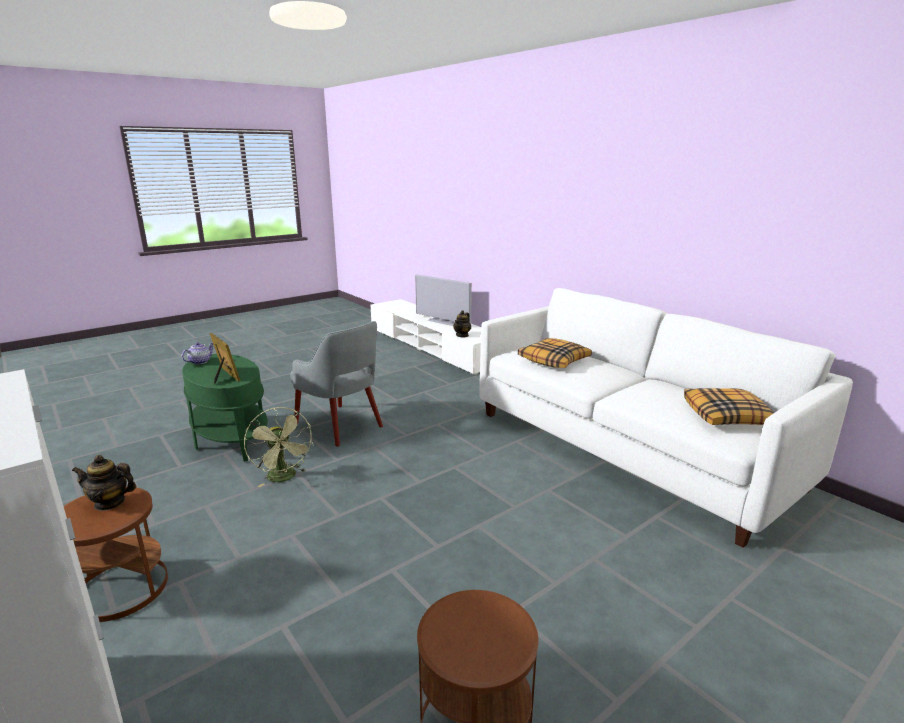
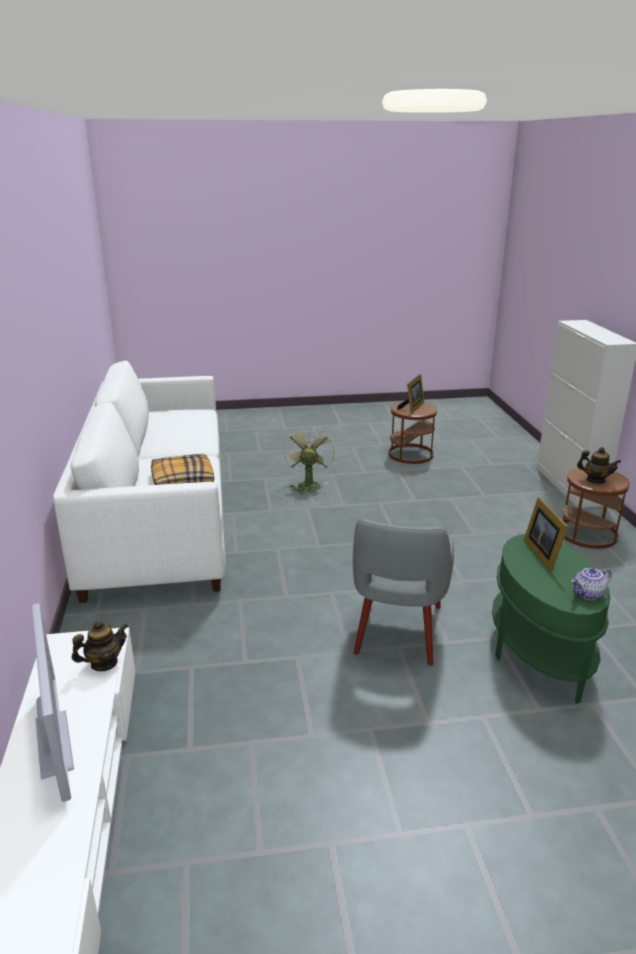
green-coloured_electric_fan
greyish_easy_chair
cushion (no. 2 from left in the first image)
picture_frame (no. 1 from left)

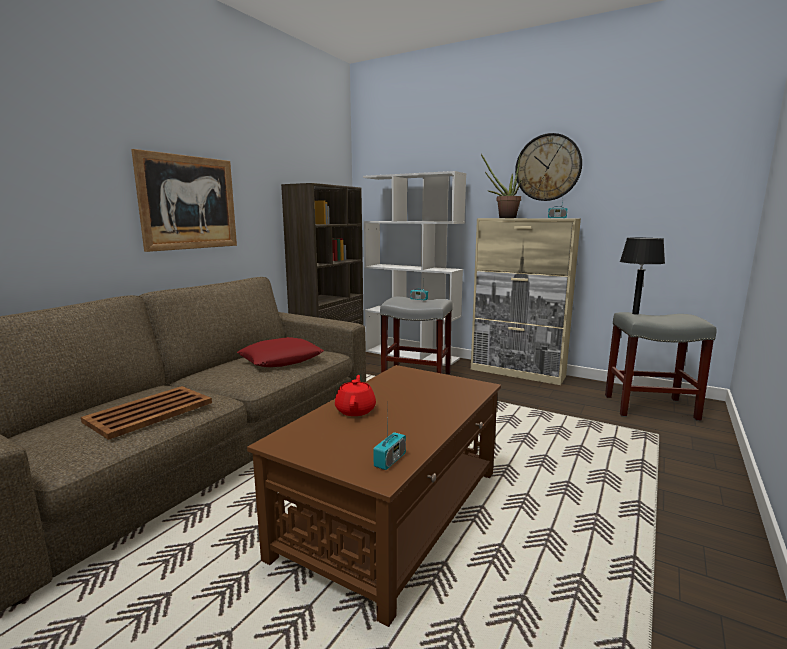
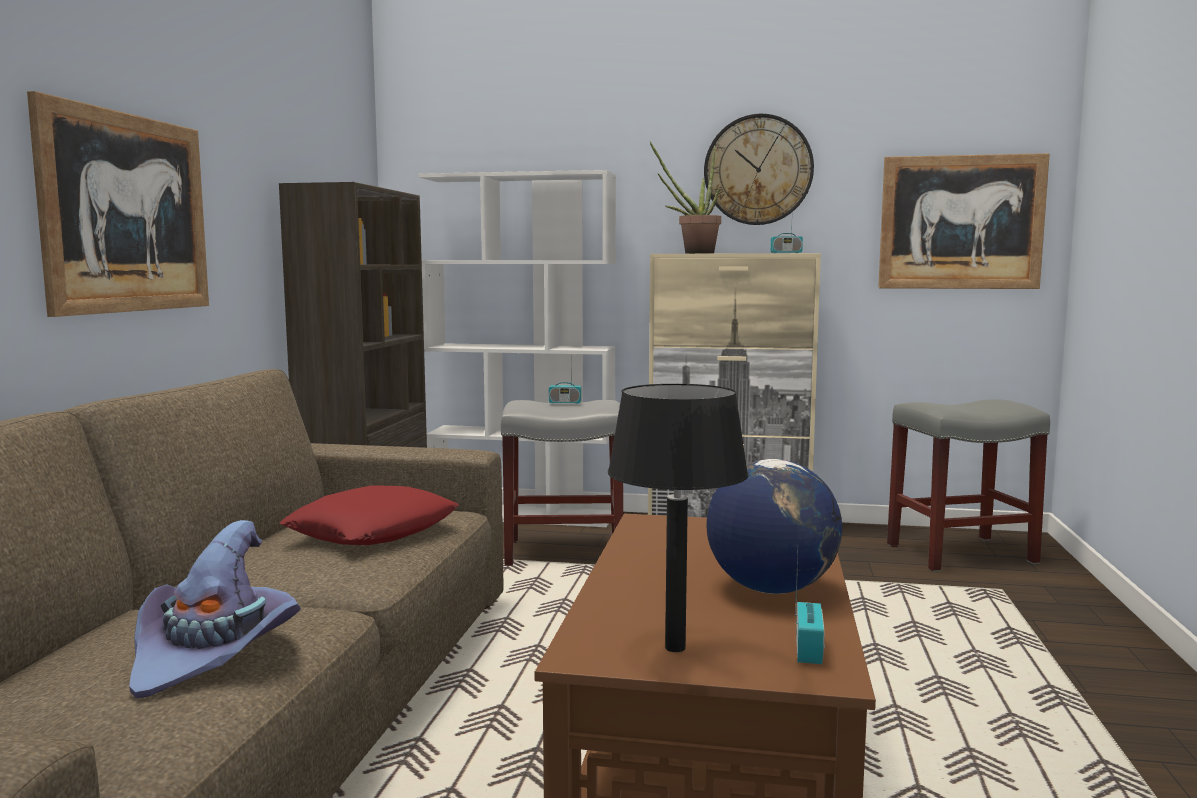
purple_hat
reddish_pot_for_tea
black_tabletop_lamp
world_globe
picture (no. 2 from left)

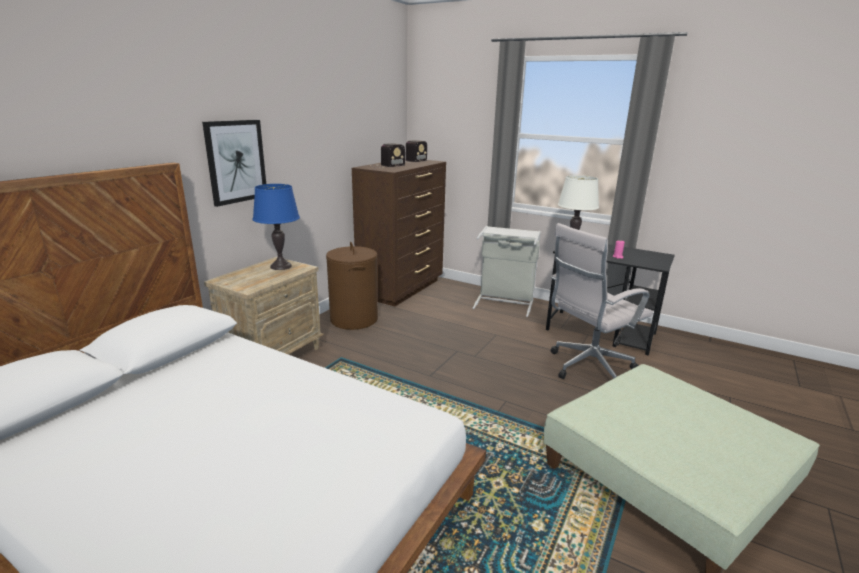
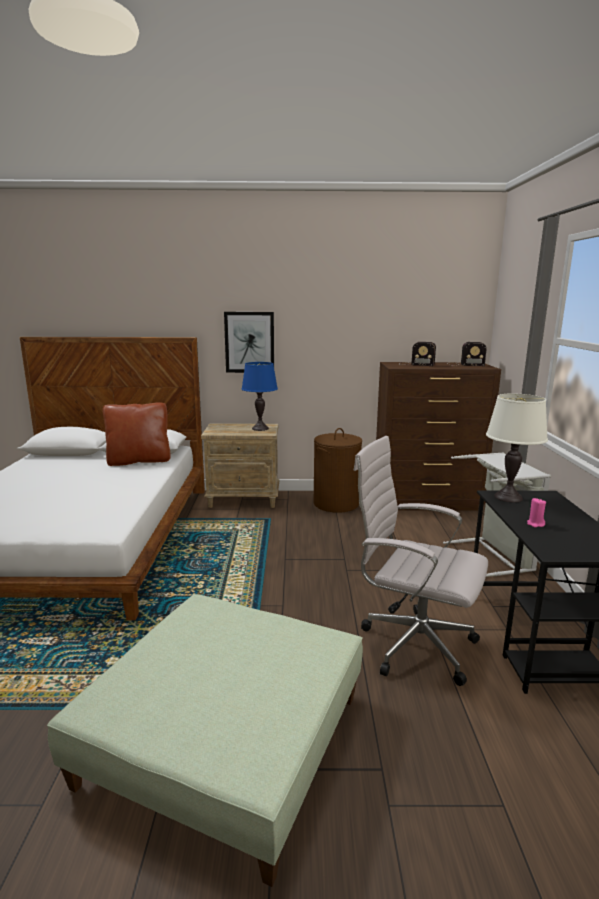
brownish_cushion

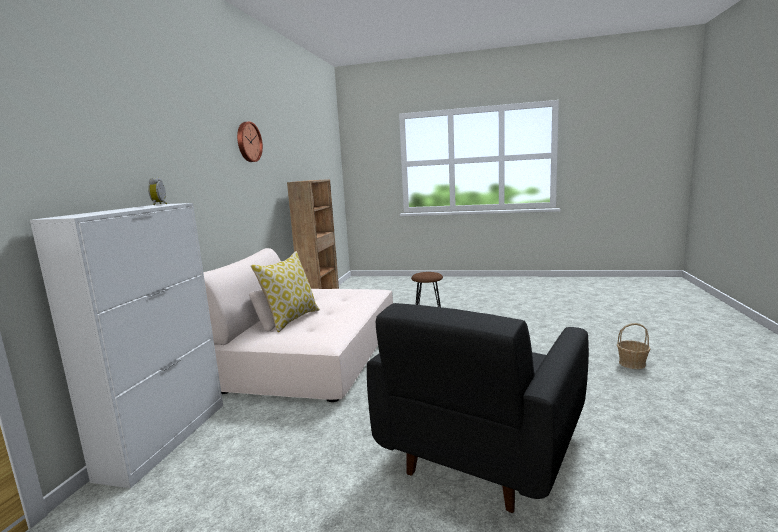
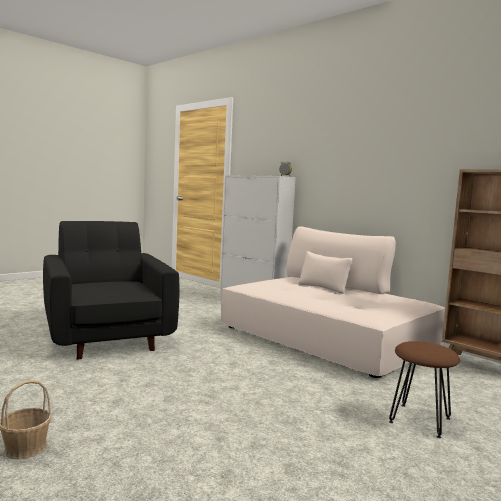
hanging_clock
cushion

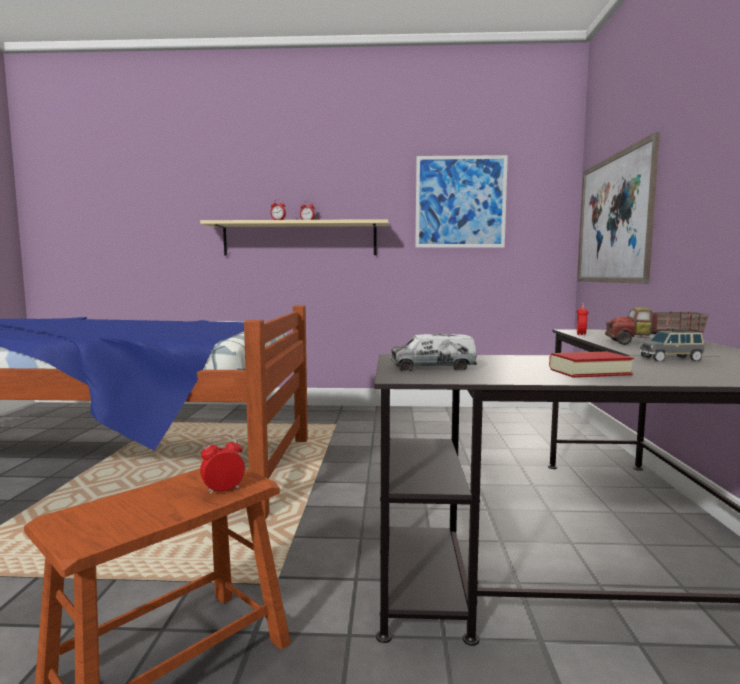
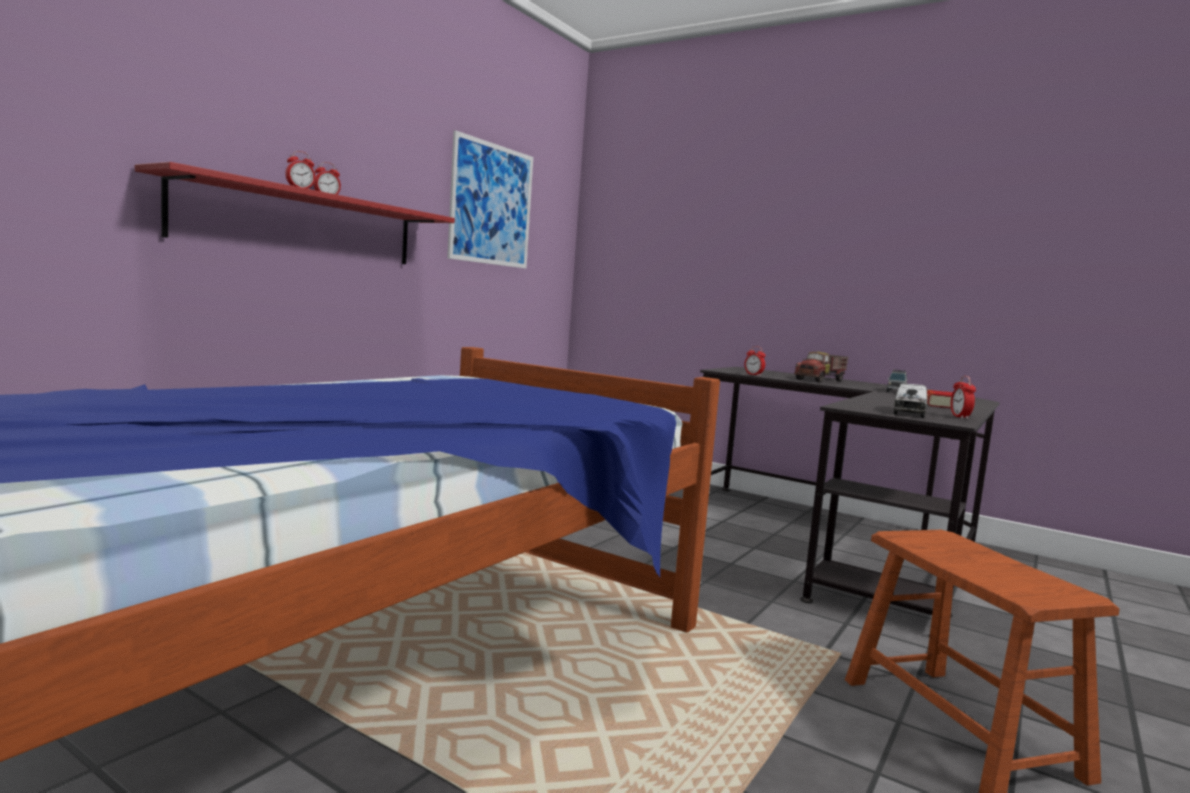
reddish_wall_shelf
table_clock (no. 4 from left)
picture (no. 2 from left in the first image)

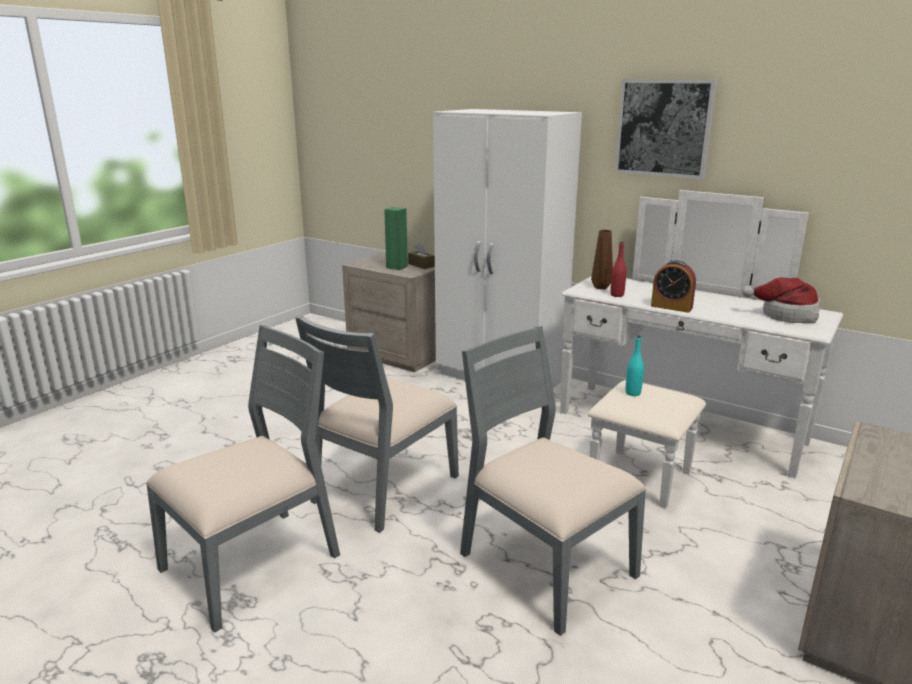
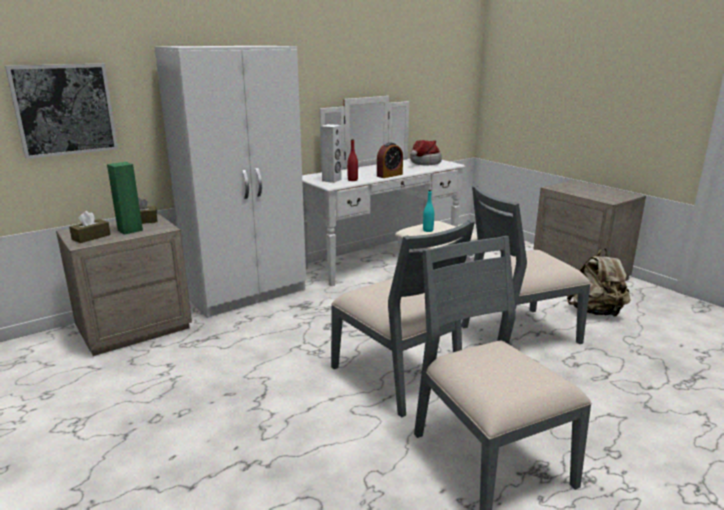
white_speaker
picture
brownish_box_of_tissues (no. 1 from left)
beige-coloured_rucksack

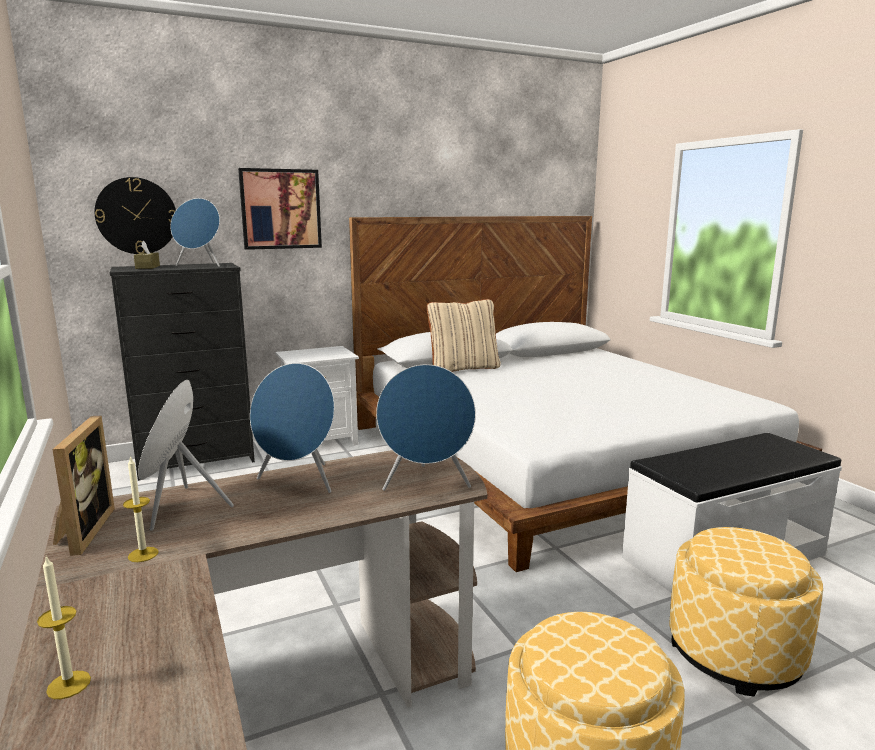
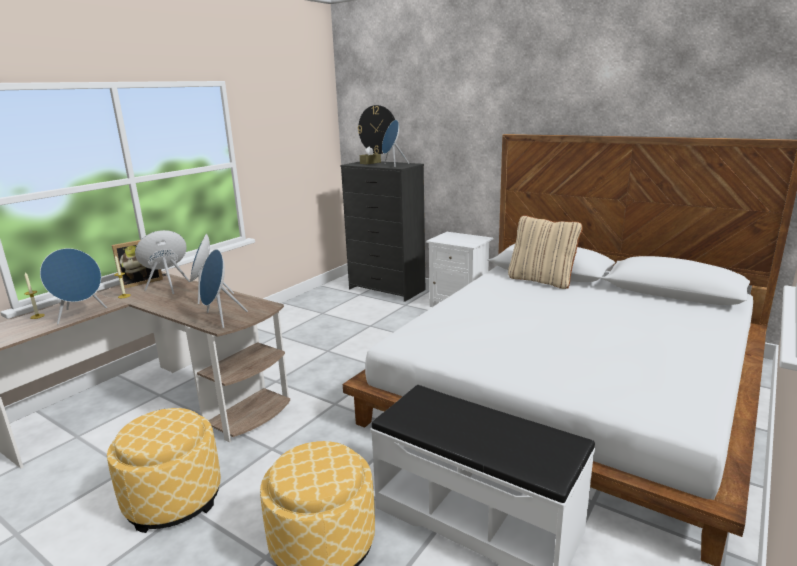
picture
blue_speaker (no. 1 from left)

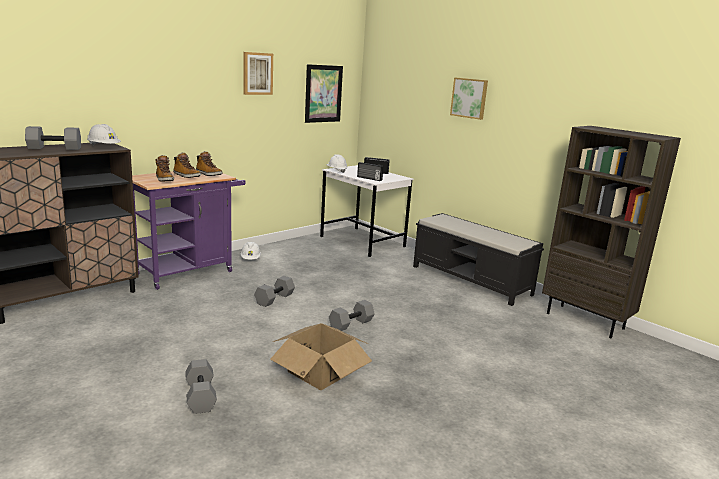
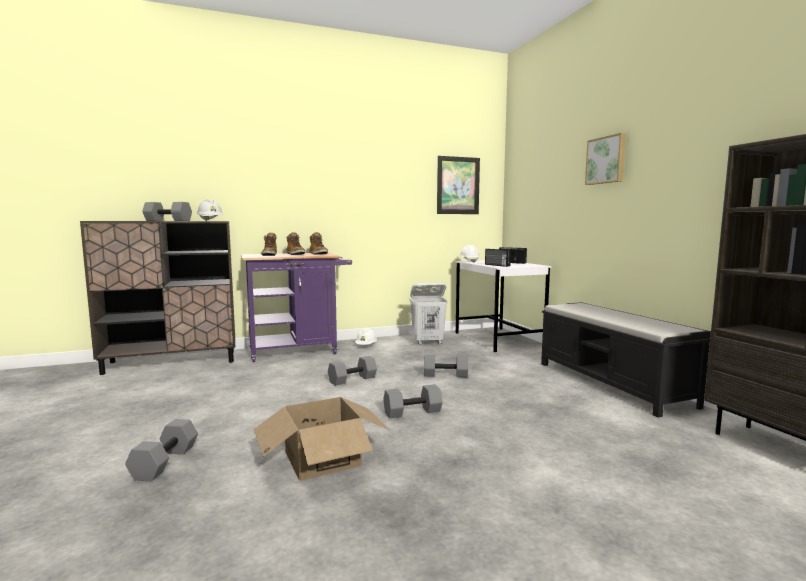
picture (no. 1 from left in the first image)
white_hamper
greyish_hand_weight (no. 5 from left)

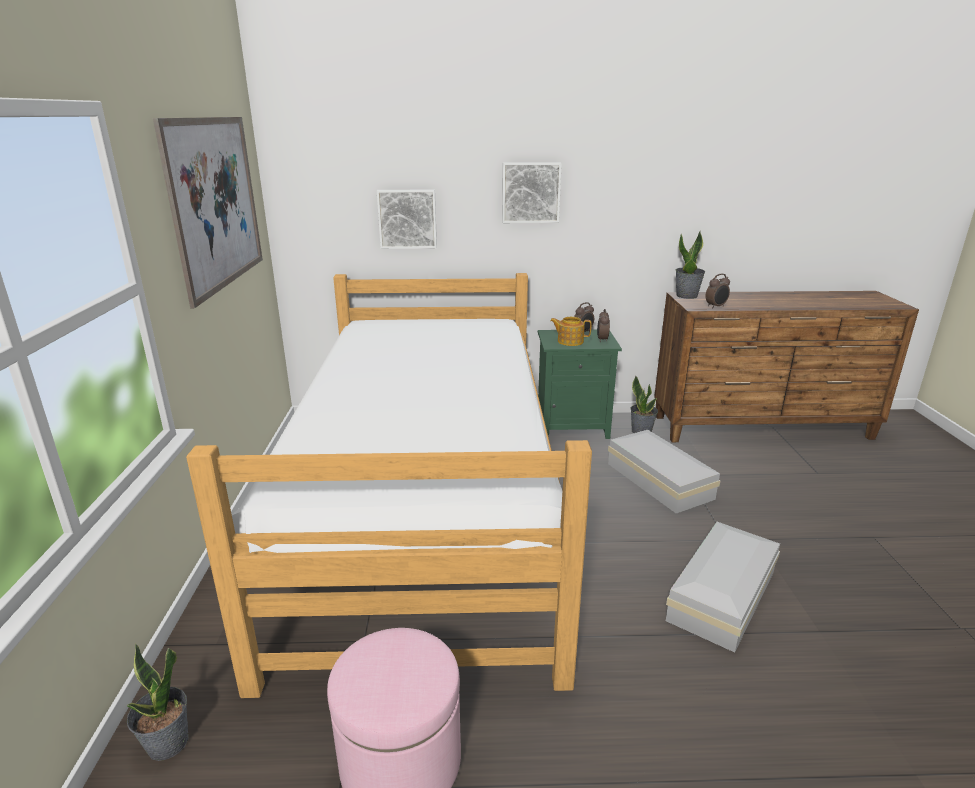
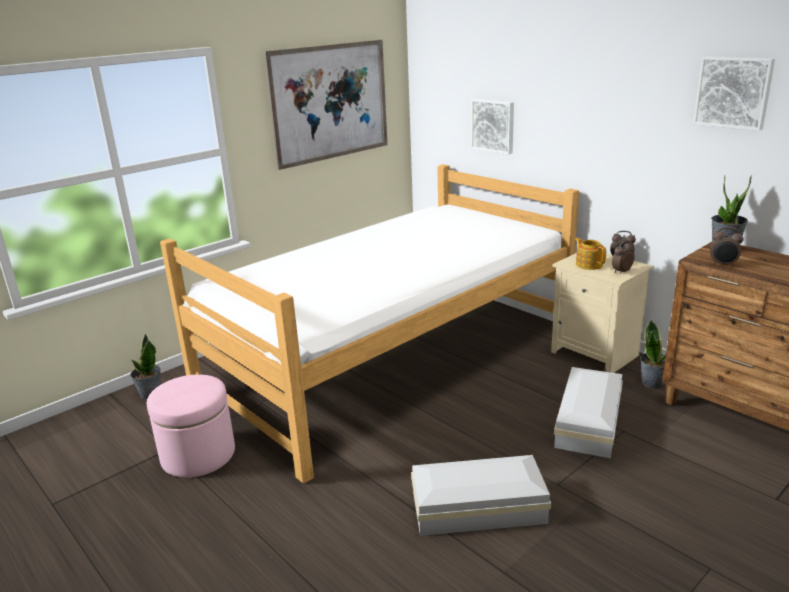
picture (no. 3 from left)
beige-coloured_night_table

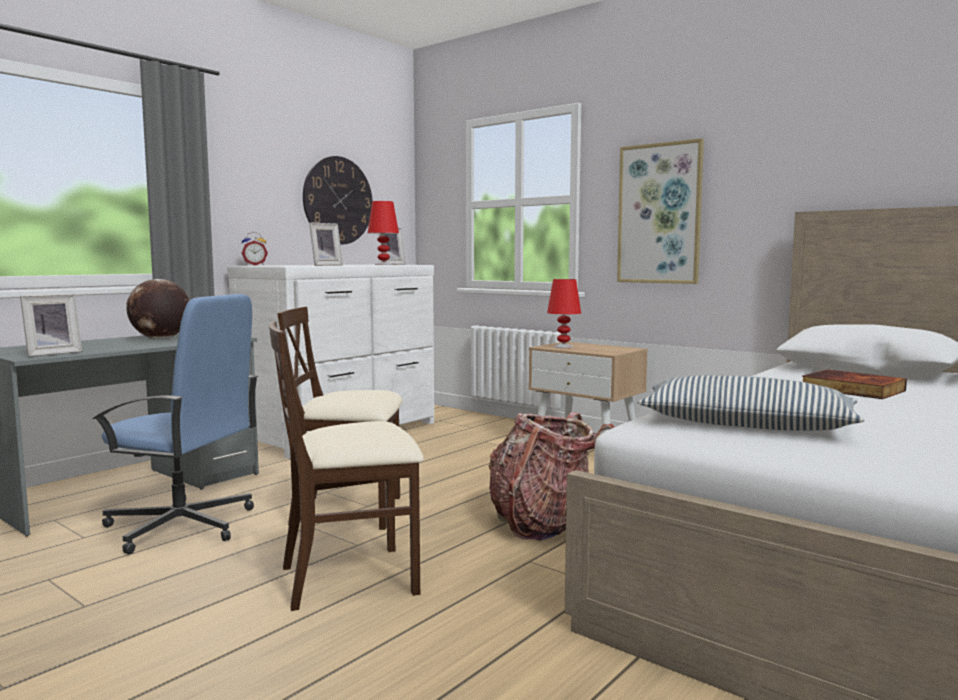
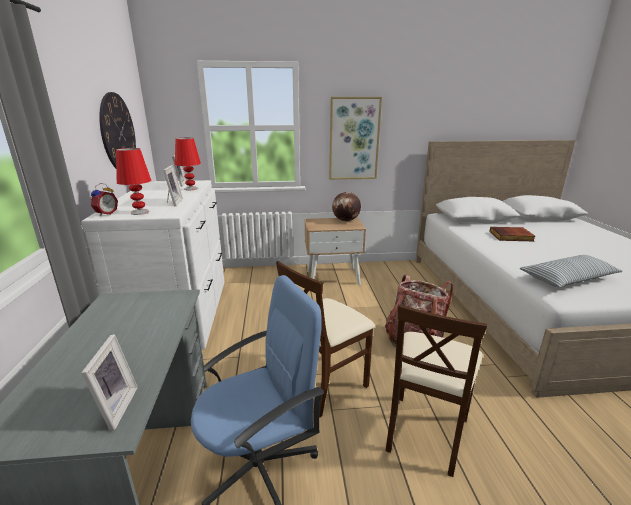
world_globe
reddish_tabletop_lamp (no. 1 from left)

